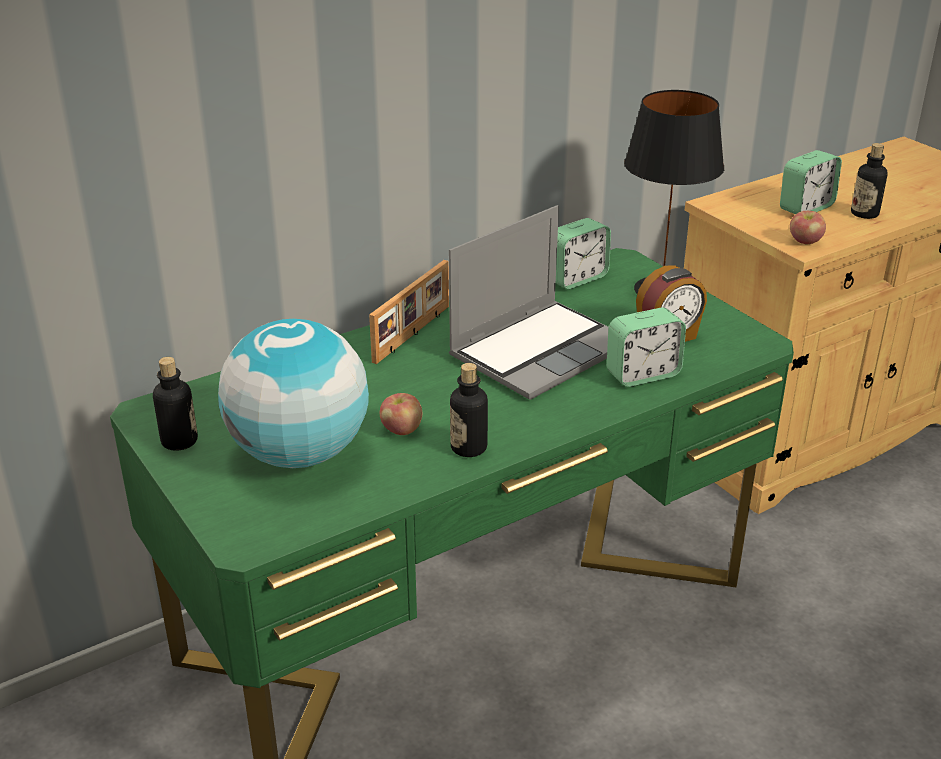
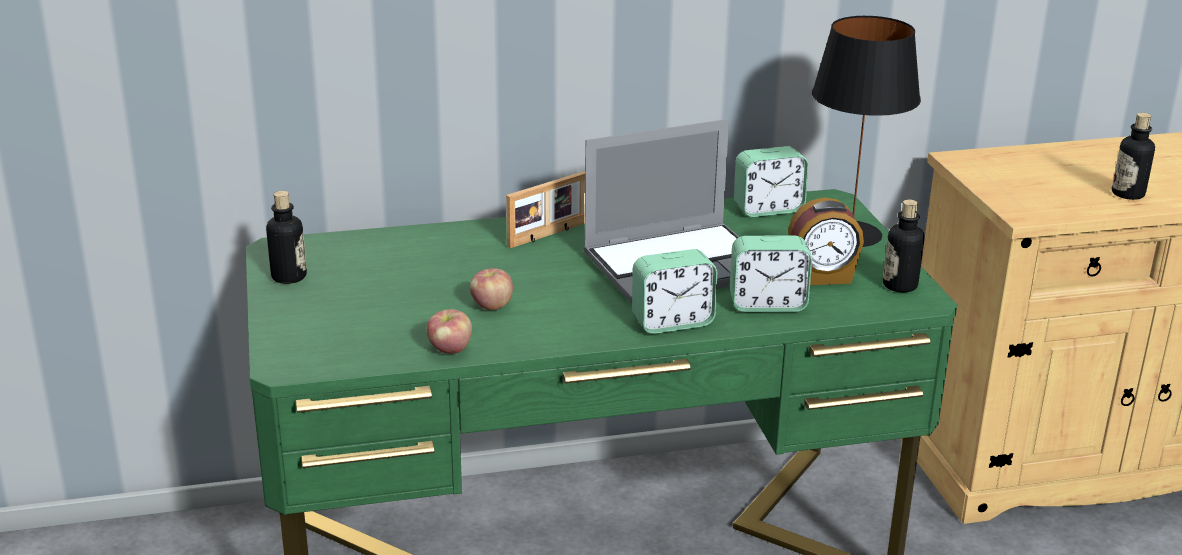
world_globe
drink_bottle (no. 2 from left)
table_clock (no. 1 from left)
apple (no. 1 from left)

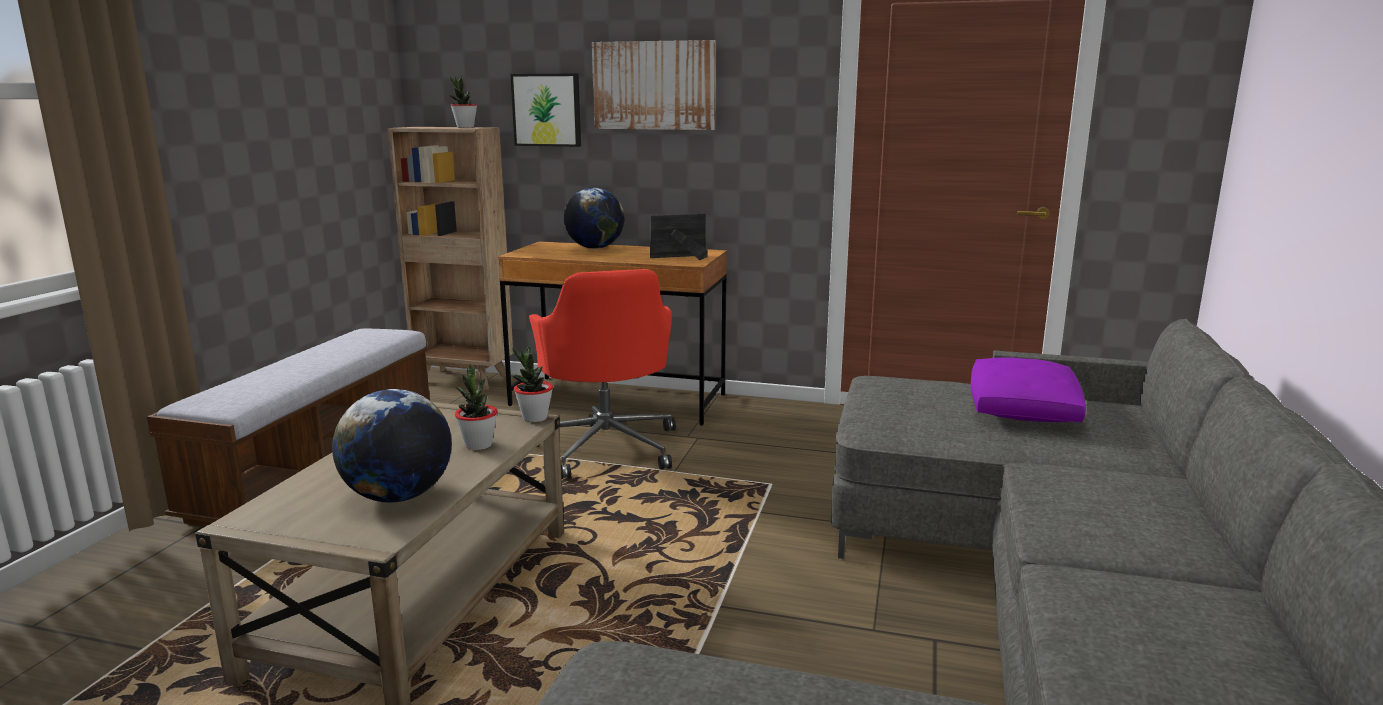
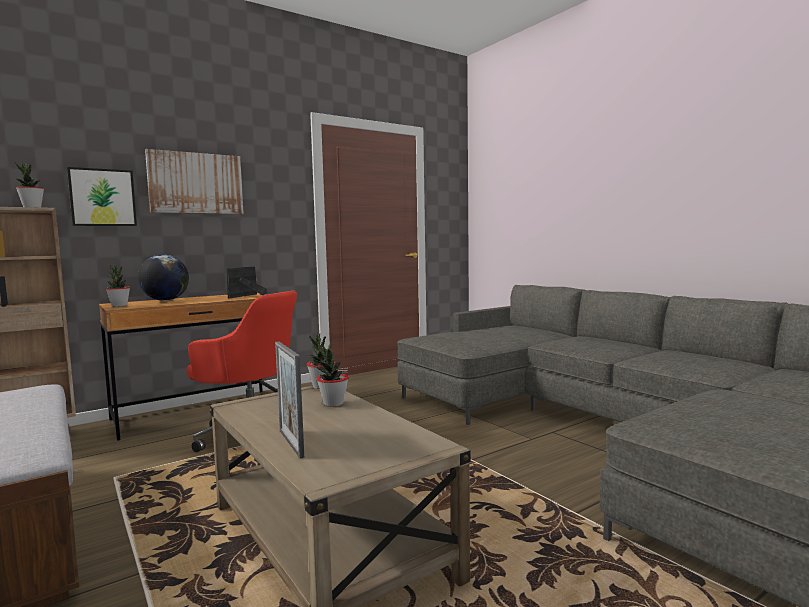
world_globe (no. 1 from left in the first image)
purple_cushion
houseplant (no. 2 from left)
picture_frame (no. 2 from left)

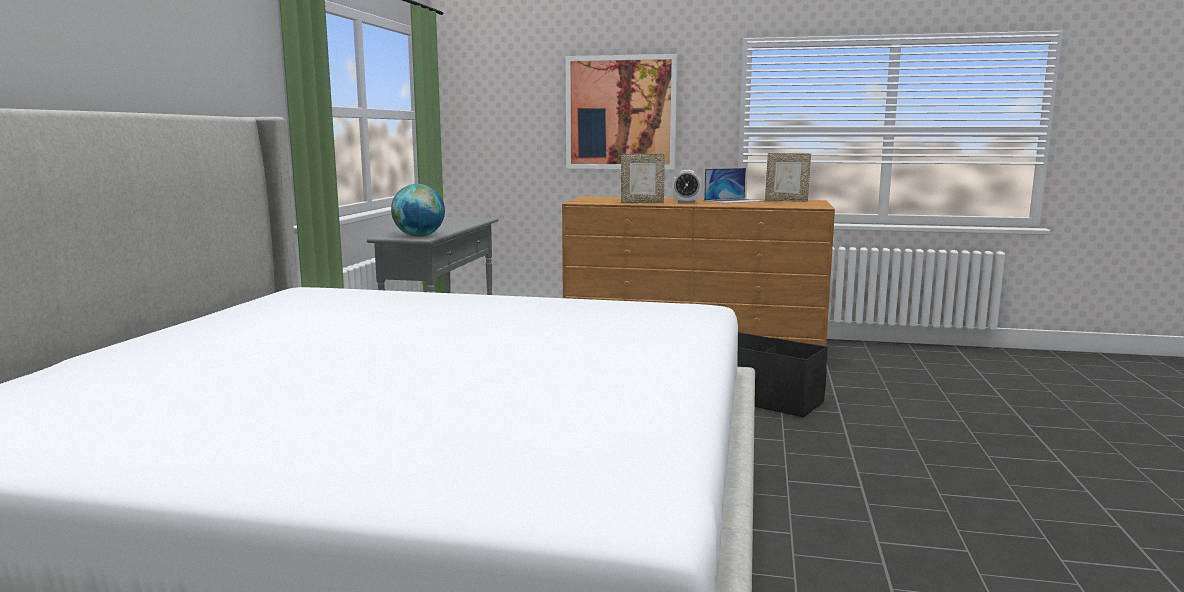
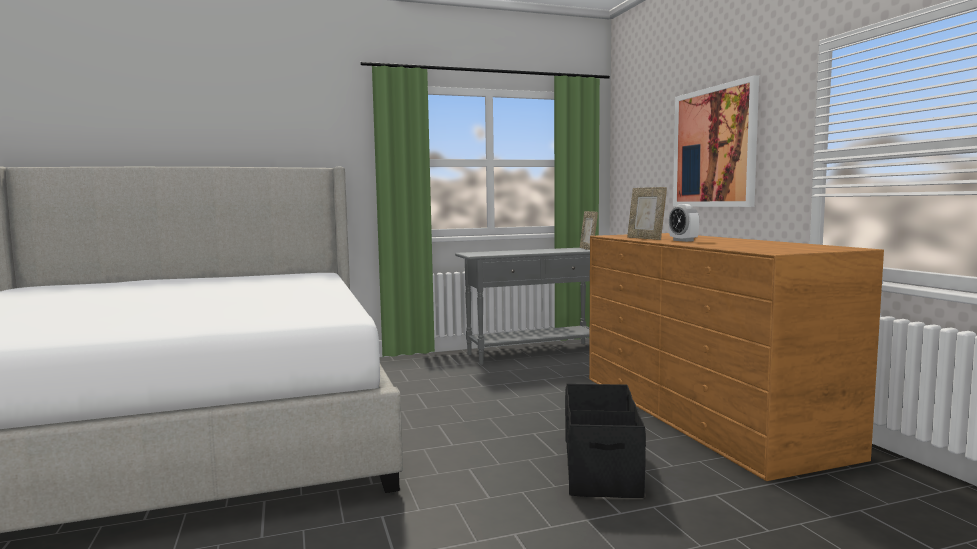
world_globe
notebook_computer
picture_frame (no. 1 from left)

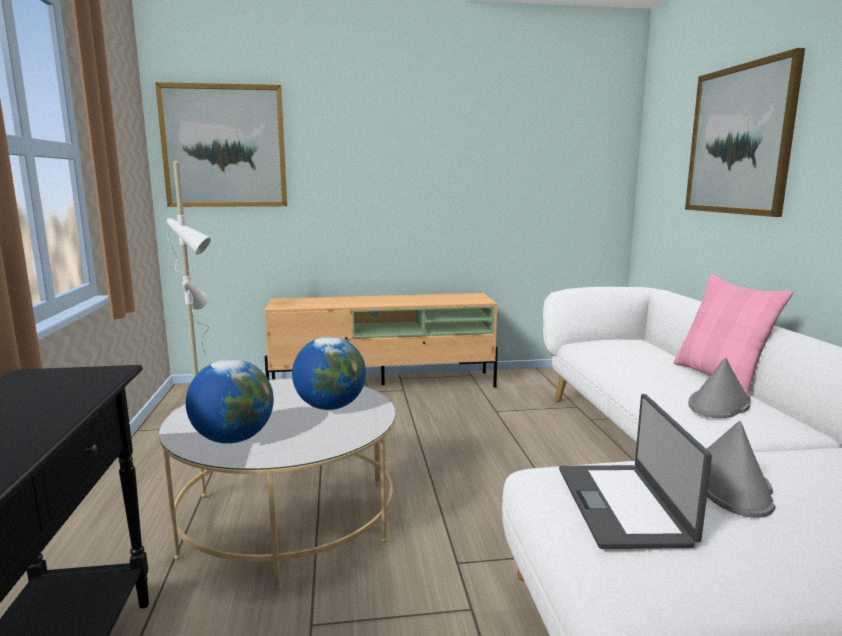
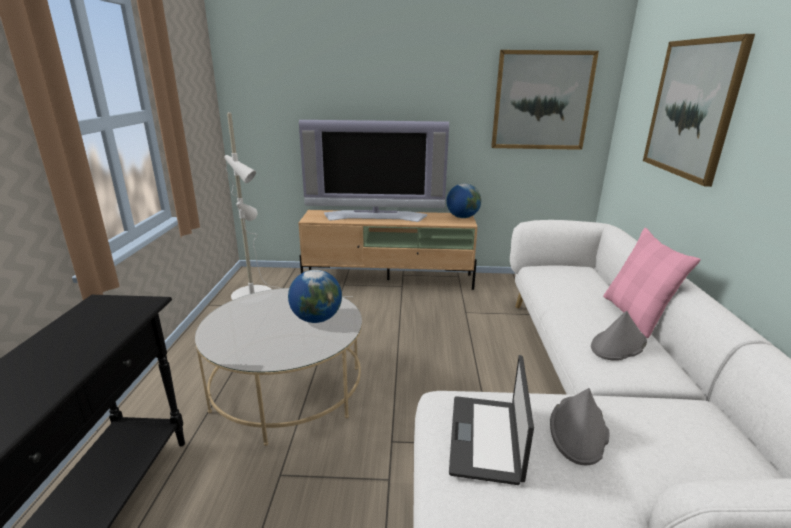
picture (no. 1 from left)
world_globe (no. 2 from left)
television

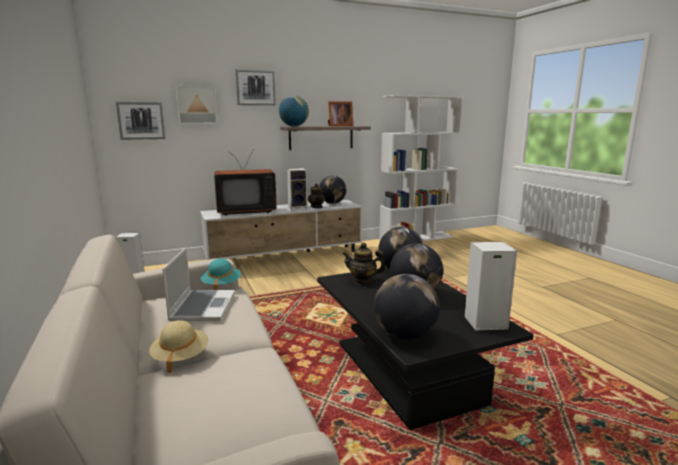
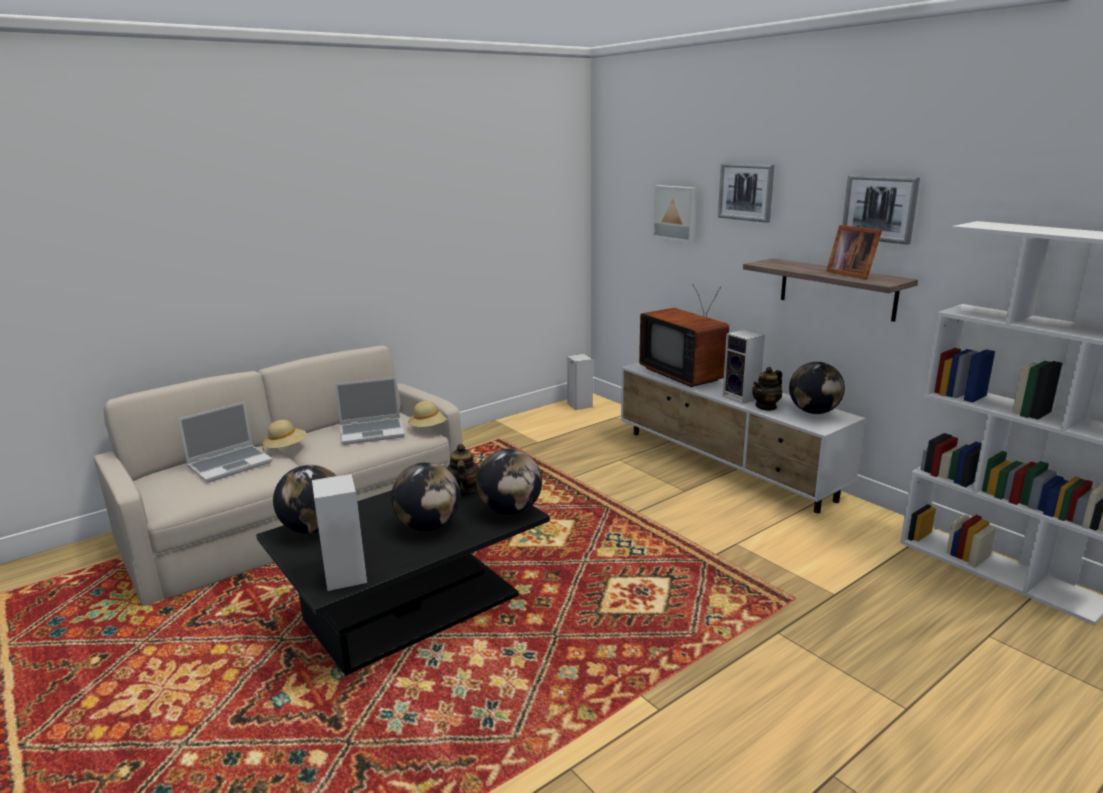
picture (no. 3 from left)
beige-coloured_hat (no. 2 from left)
world_globe (no. 1 from left in the first image)
notebook_computer (no. 1 from left)

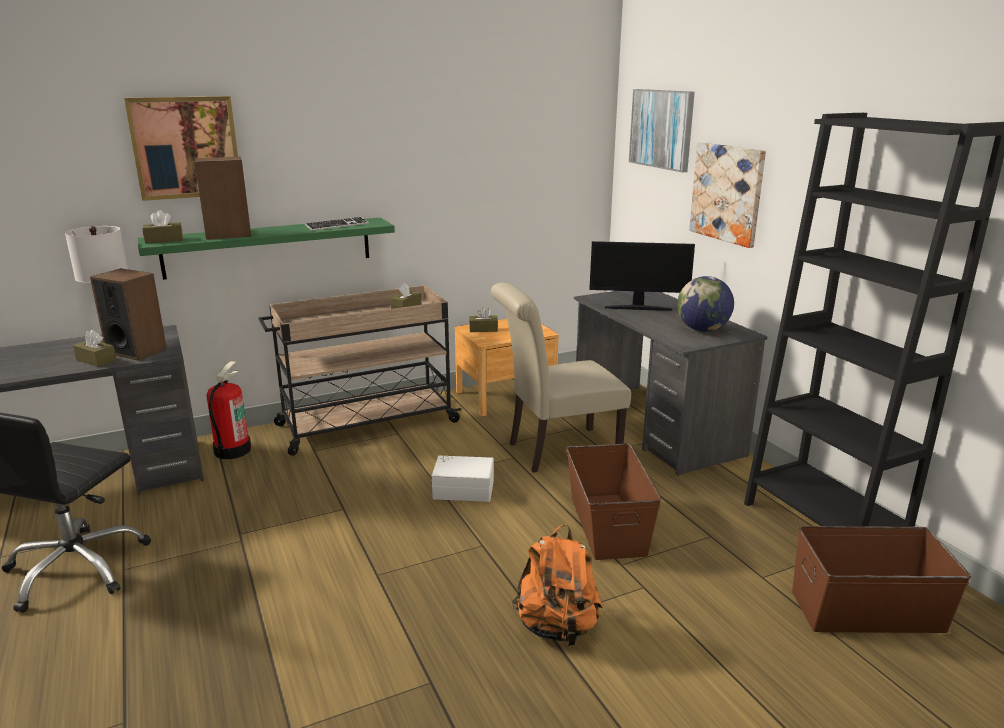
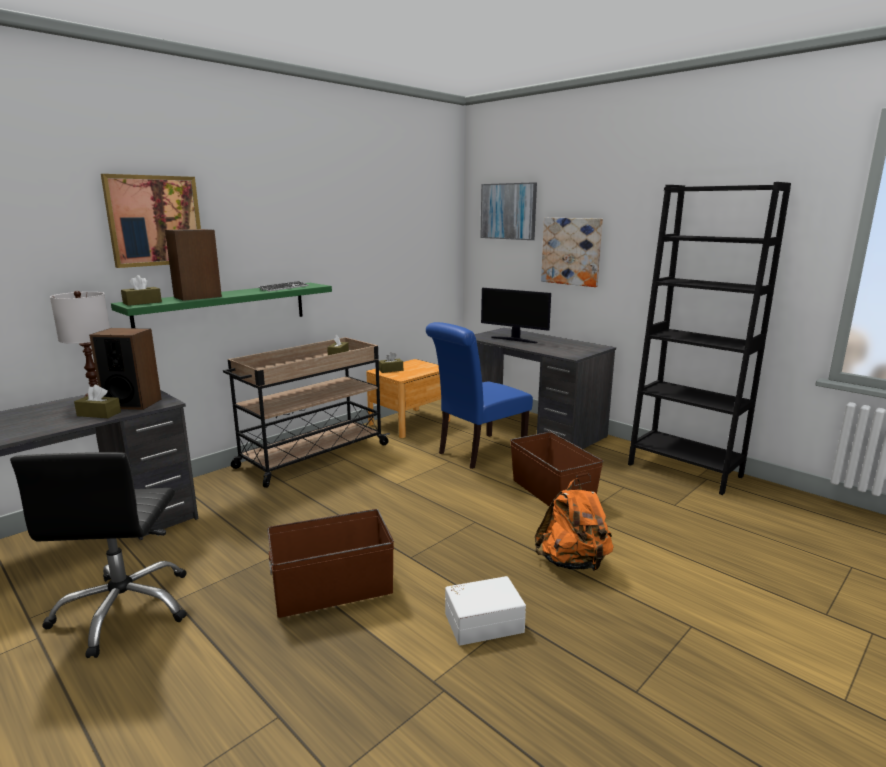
fire_extinguisher
white_storage_bin
blue_chair
monitor
world_globe
brownish_storage_bin (no. 1 from left)

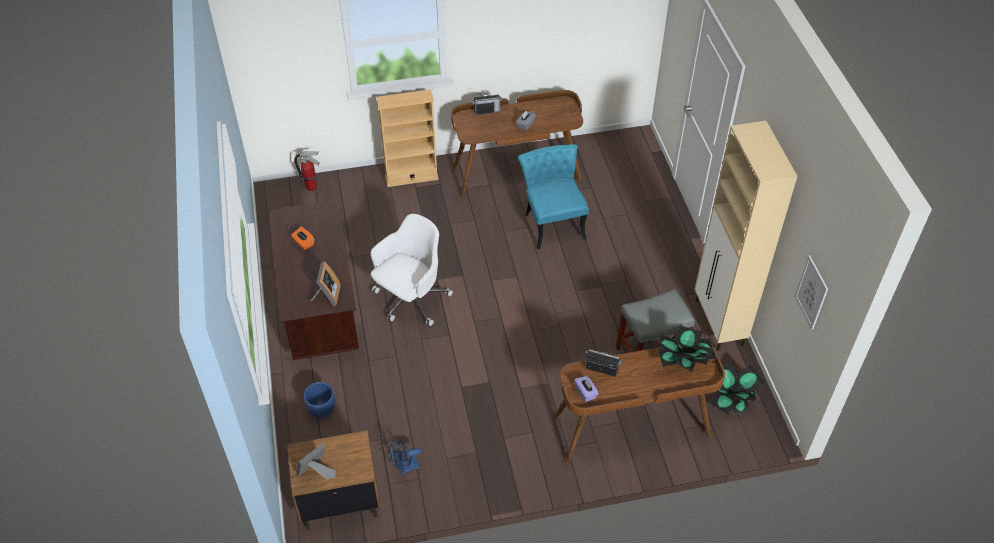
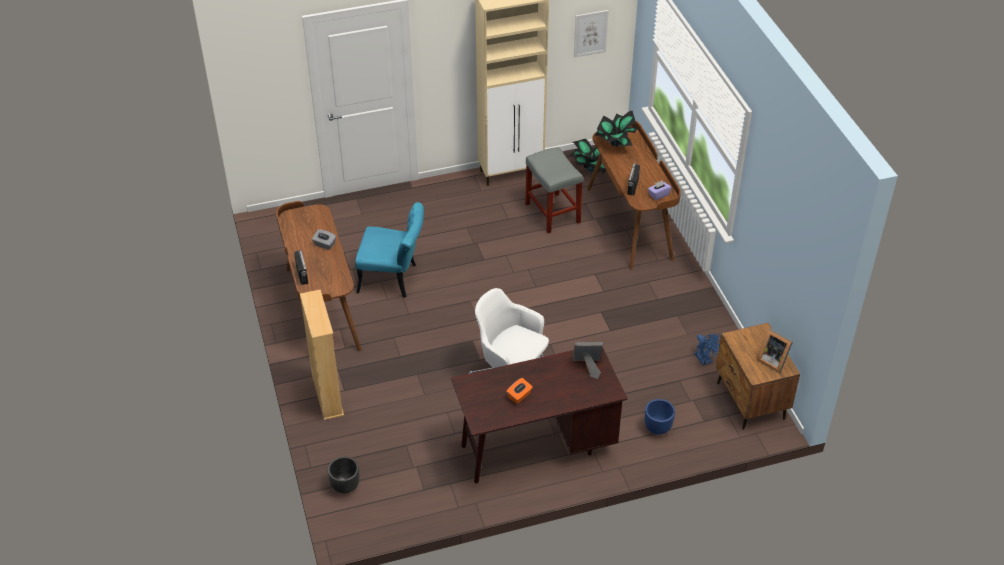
black_planter
blue-green_chair

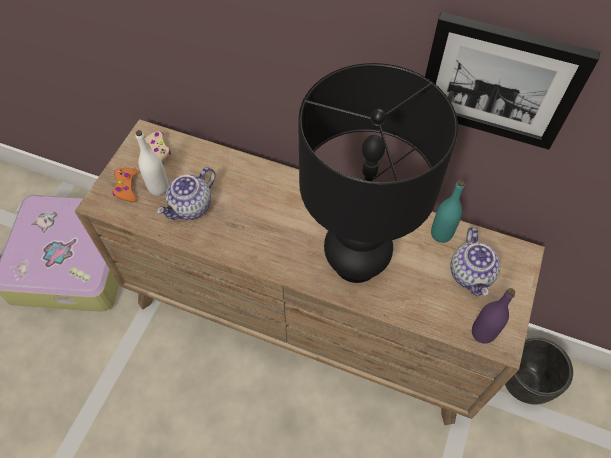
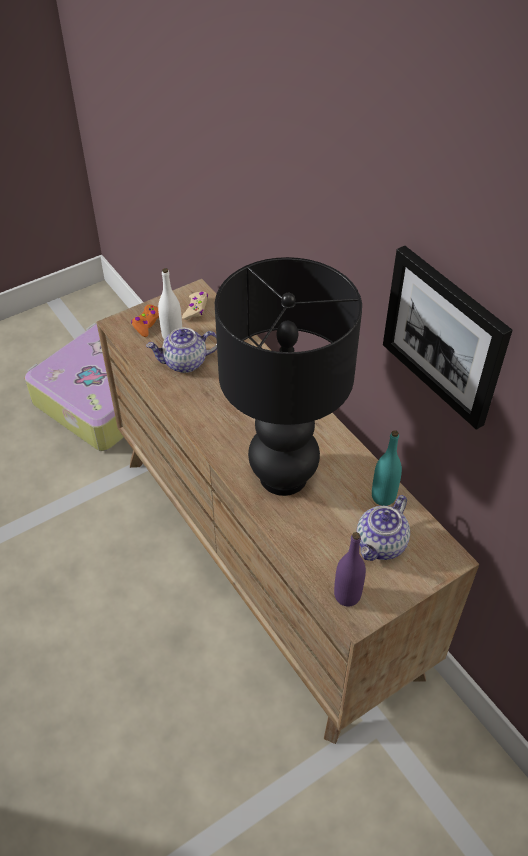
black_planter

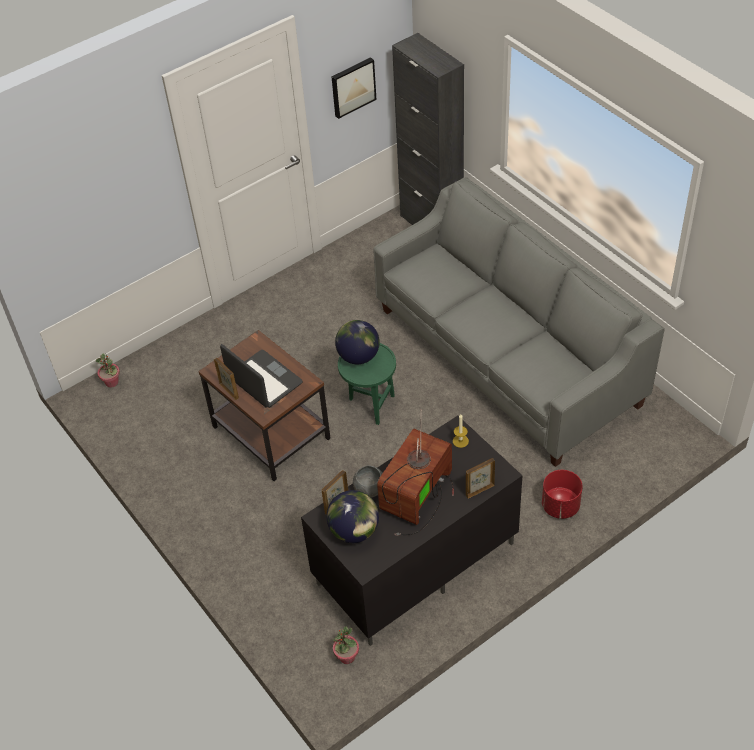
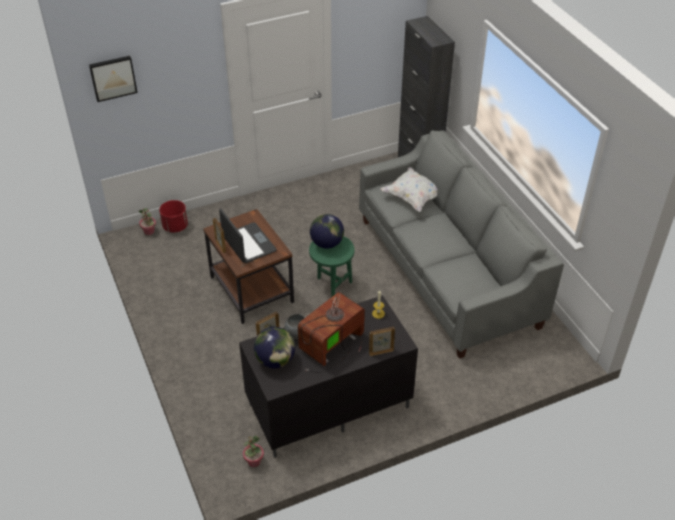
picture
reddish_planter
white_cushion

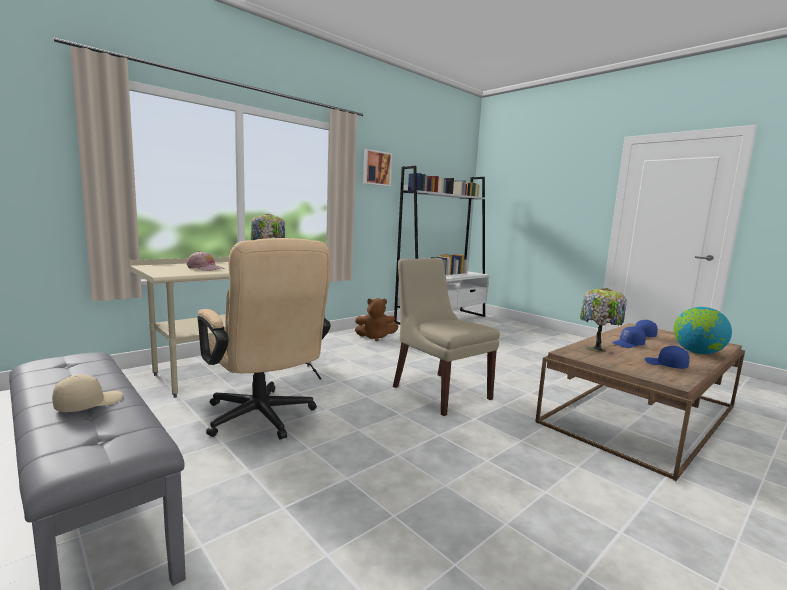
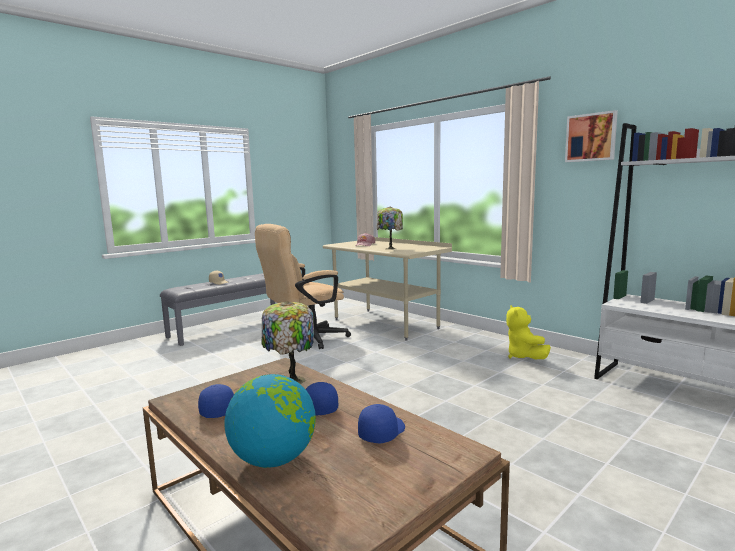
yellowish_cuddly_toy
beige-coloured_chair

